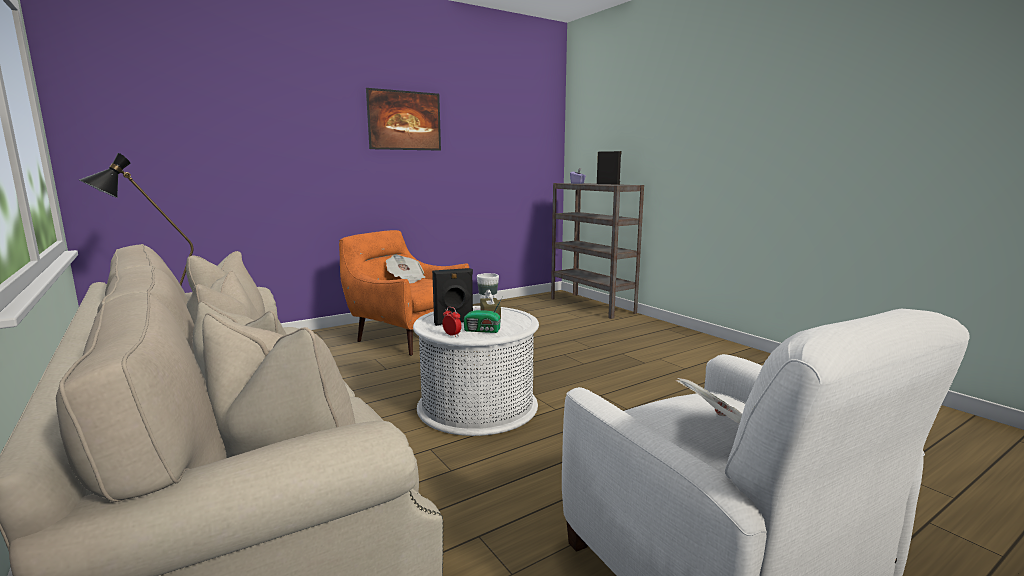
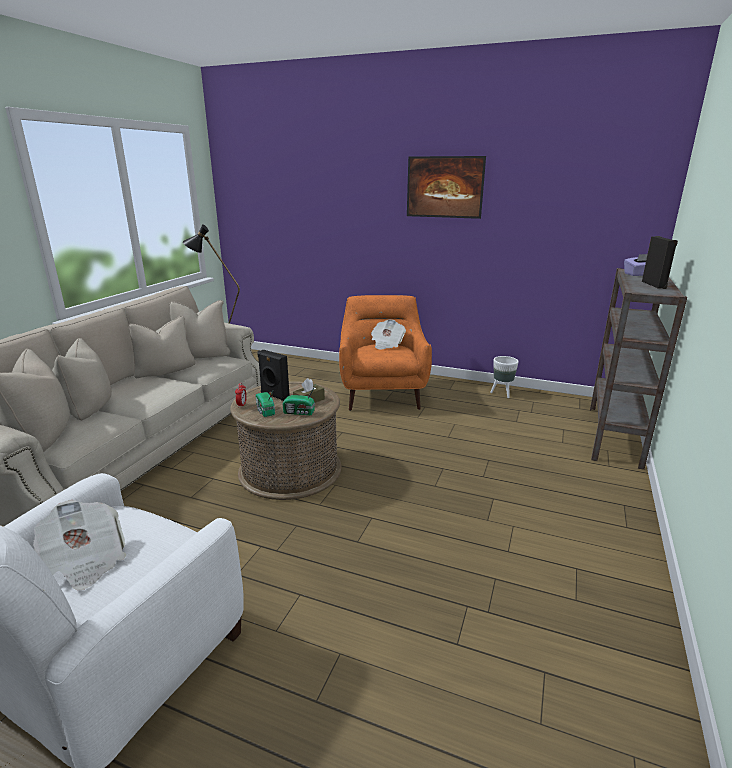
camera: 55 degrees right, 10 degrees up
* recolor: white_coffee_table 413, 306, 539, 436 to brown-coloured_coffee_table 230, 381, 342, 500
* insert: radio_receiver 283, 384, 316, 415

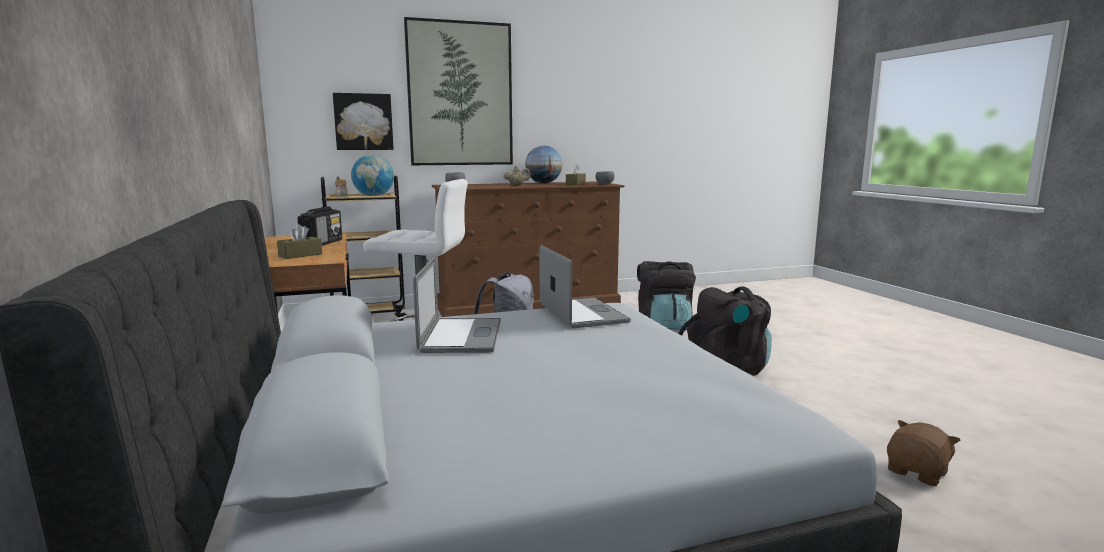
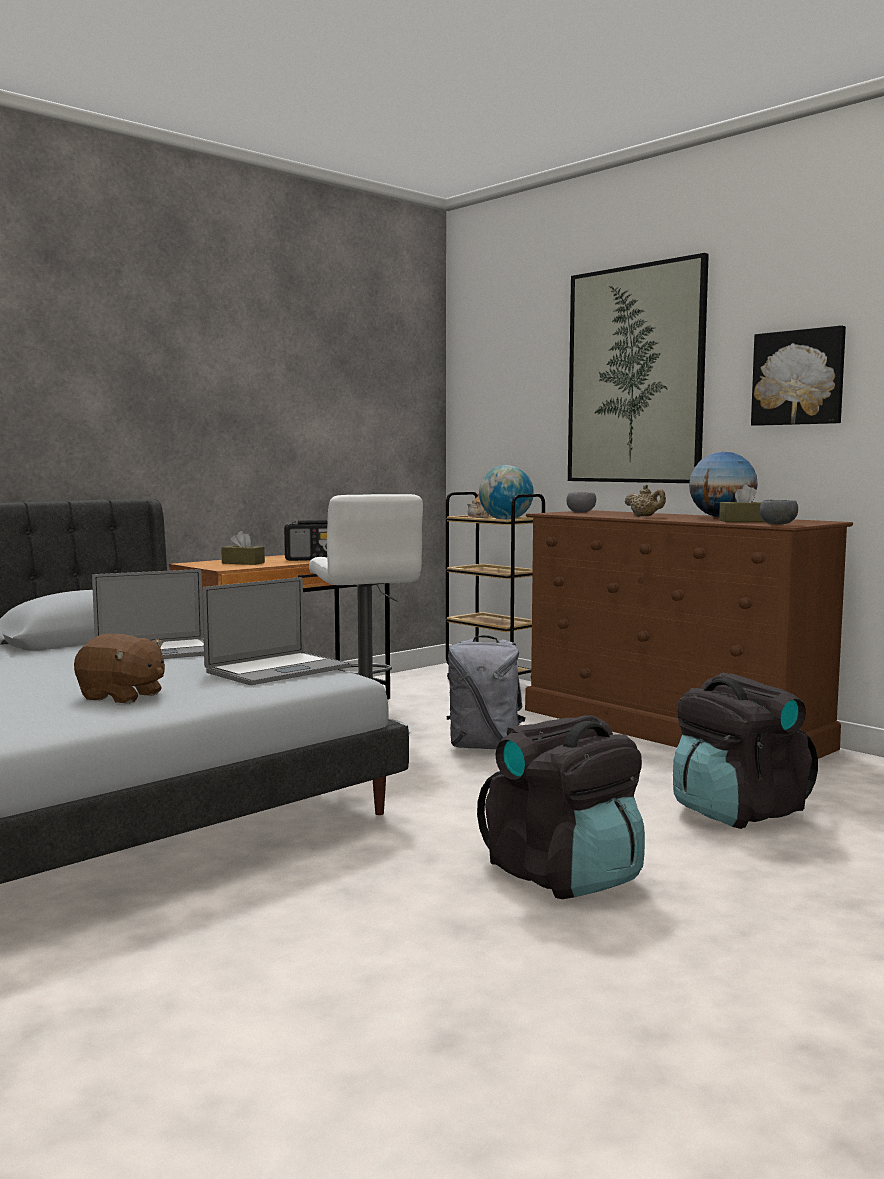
camera: 65 degrees right, 5 degrees down
* move: brown-coloured_plush_toy 887, 420, 961, 486 to 74, 634, 165, 704
* move: picture 333, 93, 394, 150 to 751, 325, 846, 426

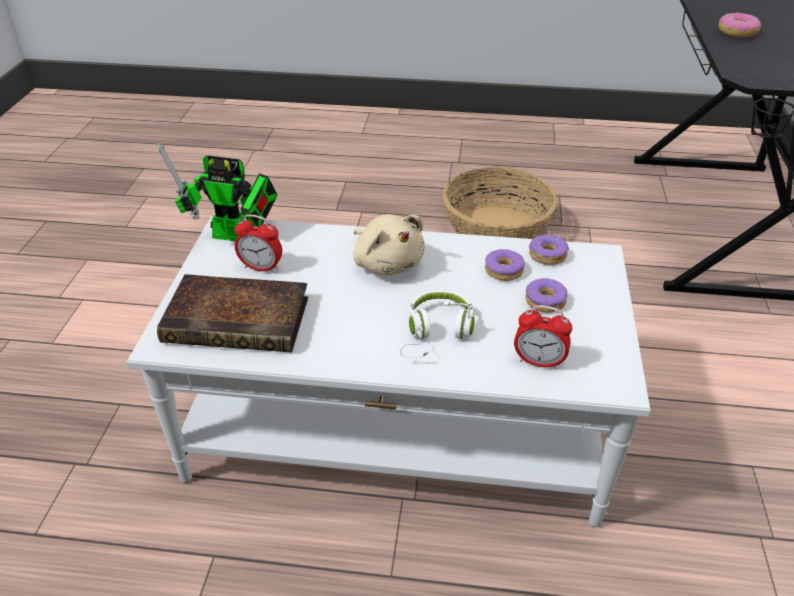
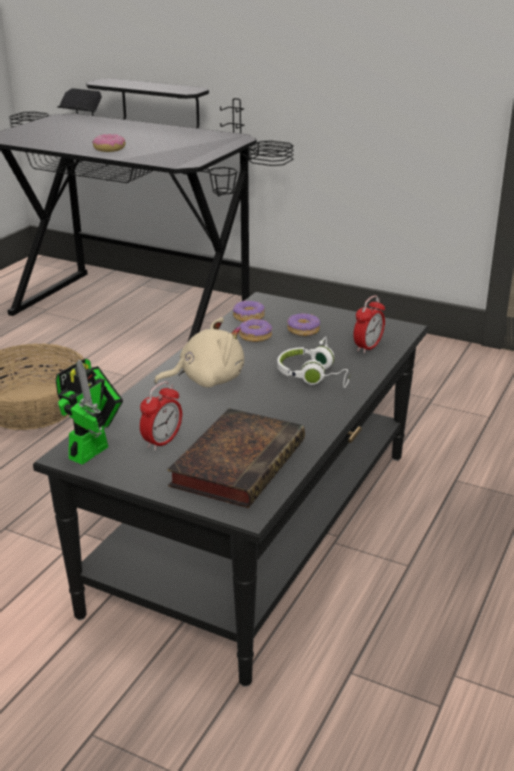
camera: 70 degrees left, 10 degrees down
* recolor: white_coffee_table 126, 216, 650, 527 to black_coffee_table 33, 292, 428, 687

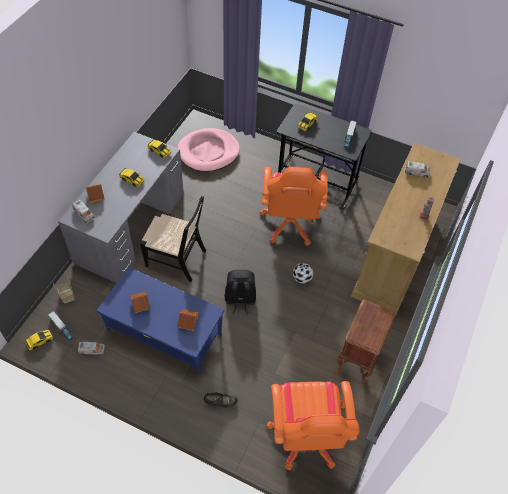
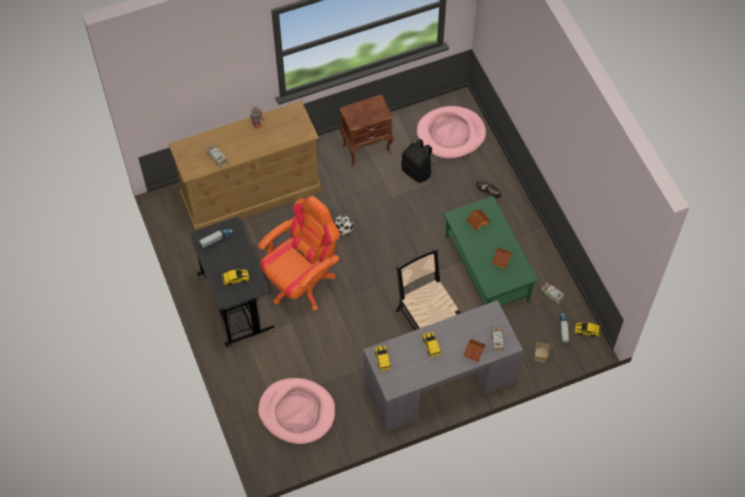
camera: 135 degrees left, 5 degrees up
* move: black_backpack 225, 270, 256, 314 to 401, 138, 434, 183
* replace: orange_office_chair 266, 381, 359, 470 to pinkish_dog_cushion 417, 106, 486, 159
* recolor: blue_coffee_table 96, 267, 225, 374 to greenish_coffee_table 443, 196, 538, 306

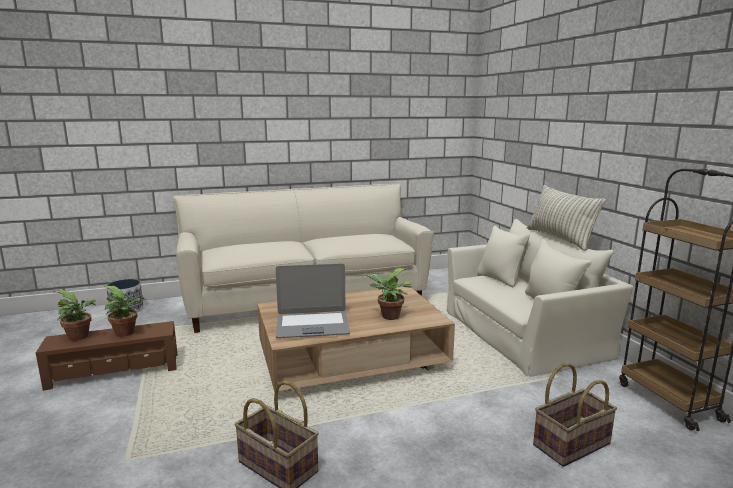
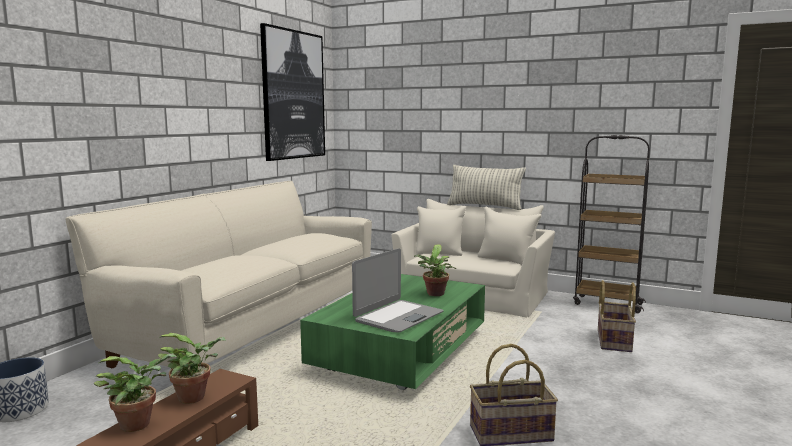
camera: 45 degrees left, 5 degrees down
* insert: picture 260, 23, 325, 161
* recolor: brown-coloured_coffee_table 257, 287, 455, 392 to greenish_coffee_table 300, 274, 485, 390

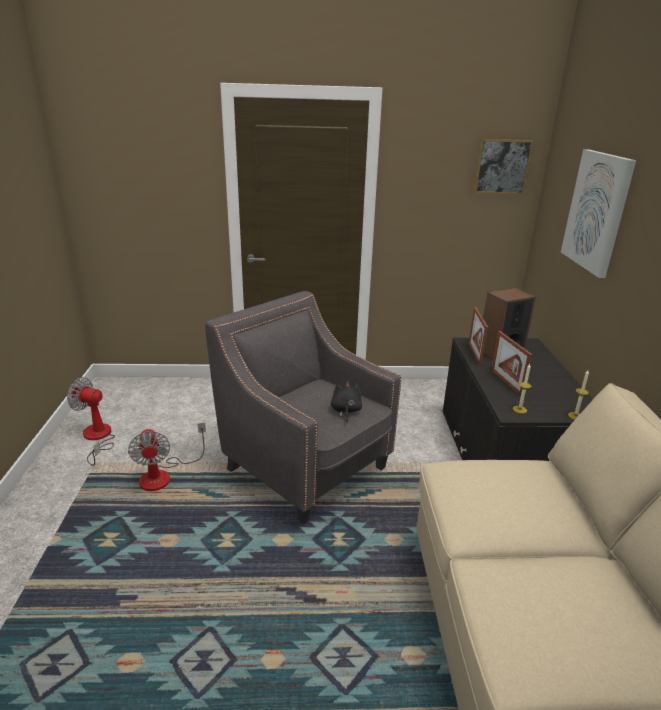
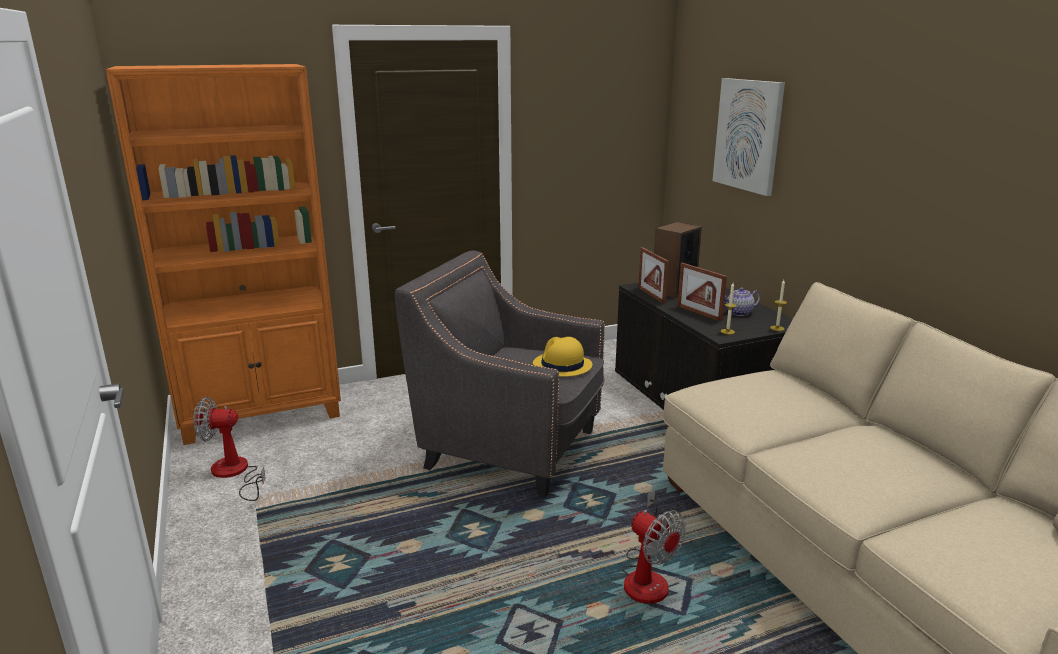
camera: 20 degrees left, 5 degrees down
* insert: orange_shelving_unit 106, 64, 341, 445
* replace: black_plush_toy 331, 381, 362, 422 to yellow-coloured_wearable_hat 533, 337, 592, 377
* move: fan 128, 423, 206, 491 to 622, 490, 686, 604
* insert: tea_pot 724, 288, 760, 316
* delete: picture 474, 139, 534, 194

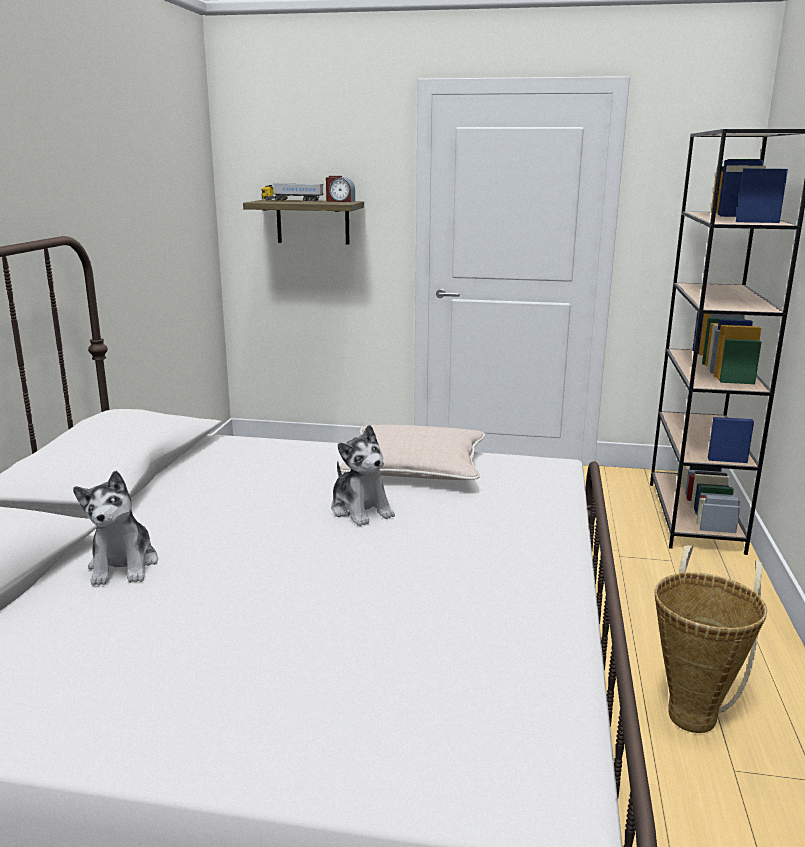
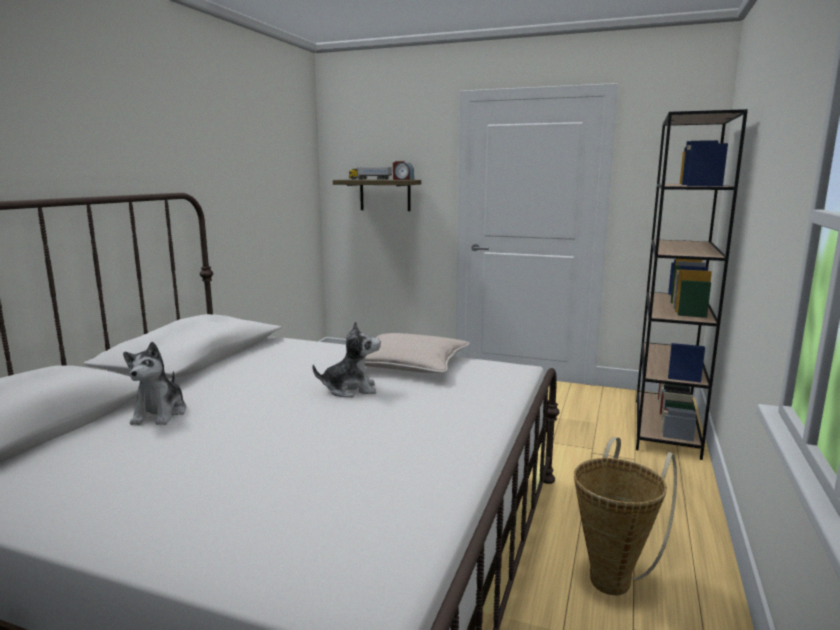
camera: 10 degrees right, 5 degrees down
* rotate: plush_toy 331, 425, 395, 526 = 312, 321, 381, 398 75 degrees counterclockwise

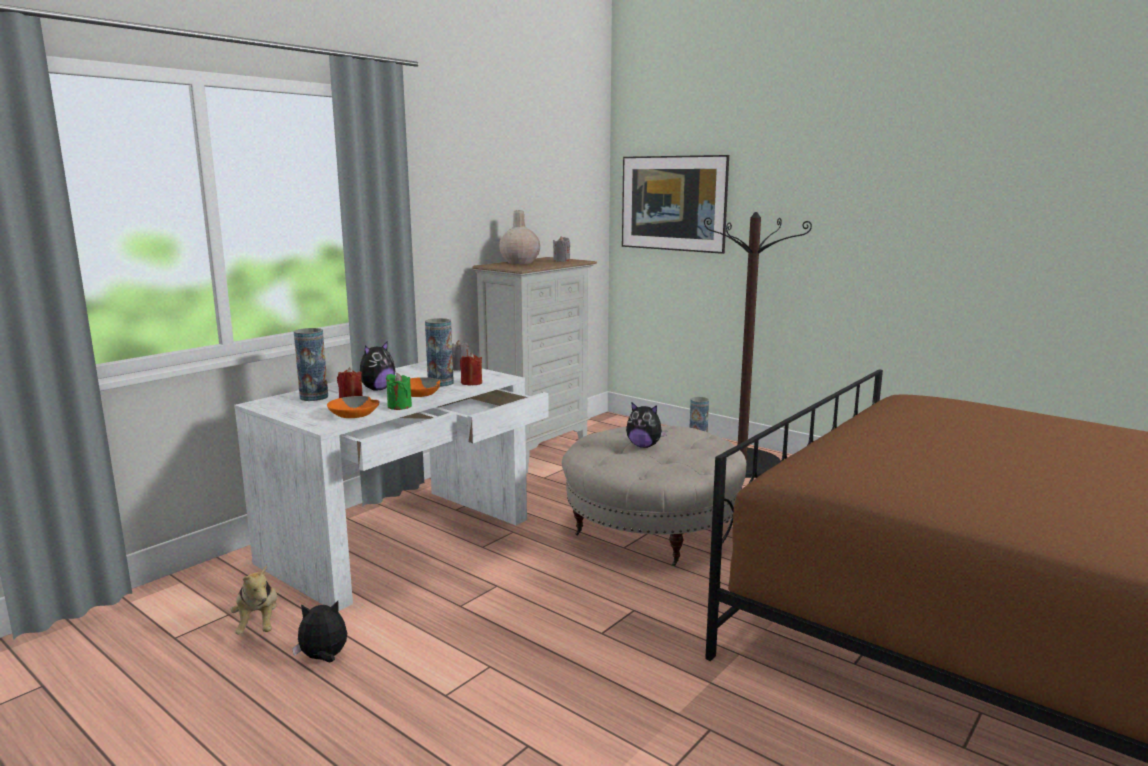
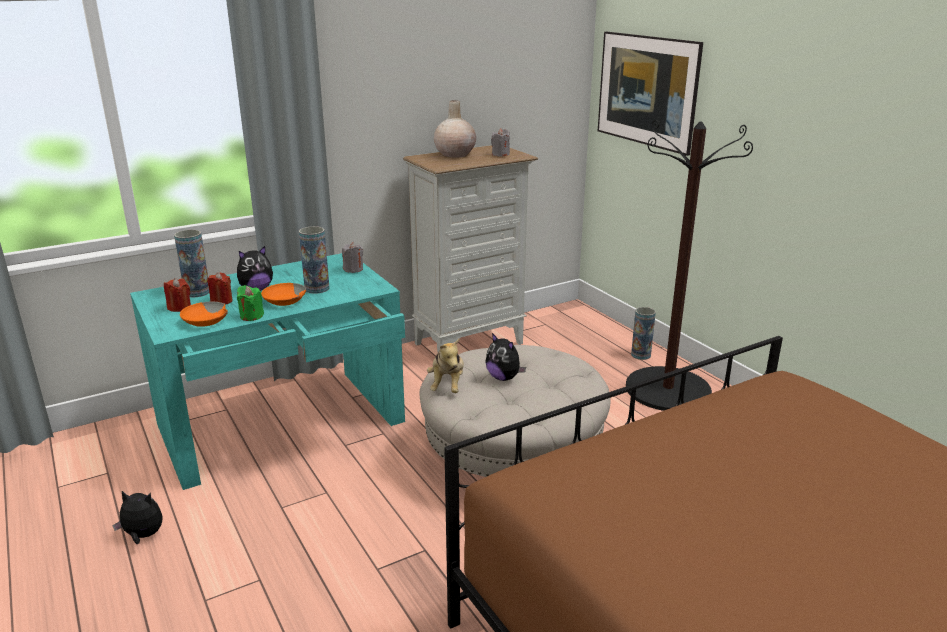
camera: 20 degrees right, 10 degrees up
* recolor: white_desk_unit 234, 361, 549, 611 to turquoise-coloured_desk_unit 130, 253, 405, 490
* move: reddish_wax_candle 460, 352, 482, 385 to 164, 278, 191, 312
* move: plush_toy 231, 565, 277, 635 to 427, 339, 464, 393

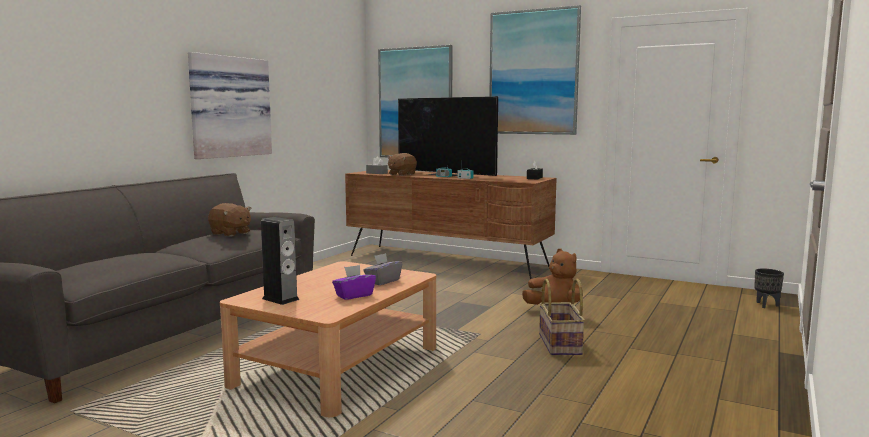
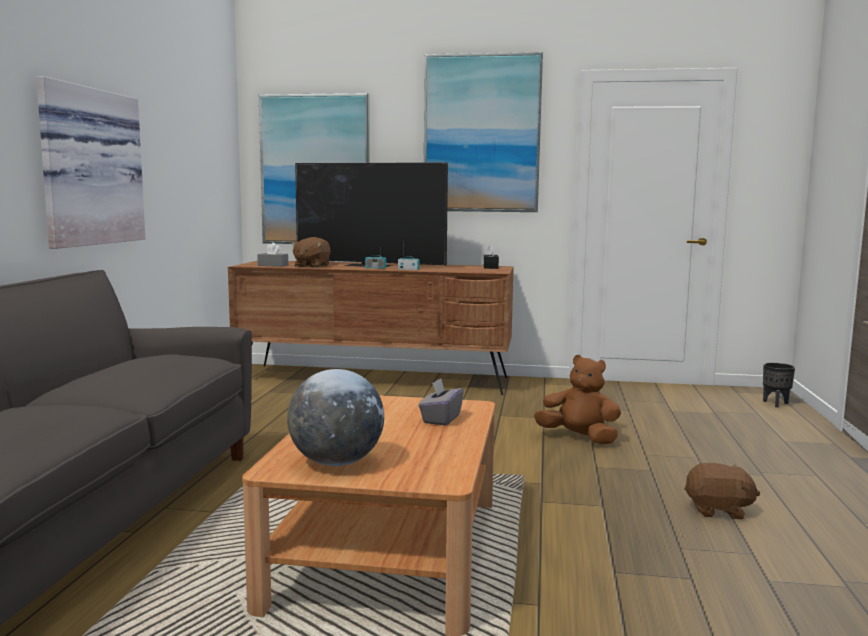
camera: 20 degrees left, 0 degrees up
* replace: audio_speaker 261, 217, 300, 305 to world_globe 287, 369, 384, 466
* move: brown-coloured_plush_toy 208, 203, 251, 237 to 684, 463, 760, 520
* delete: purple_box_of_tissues 332, 265, 376, 300
* delete: household_basket 539, 278, 585, 355

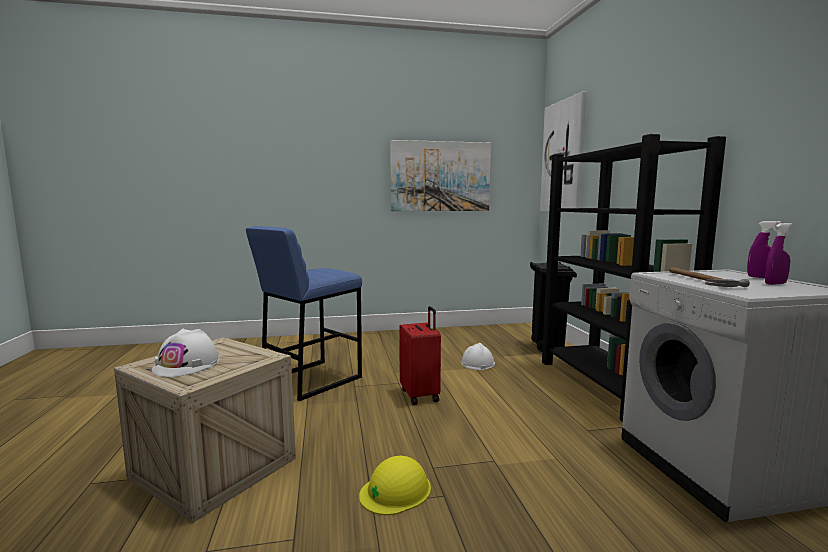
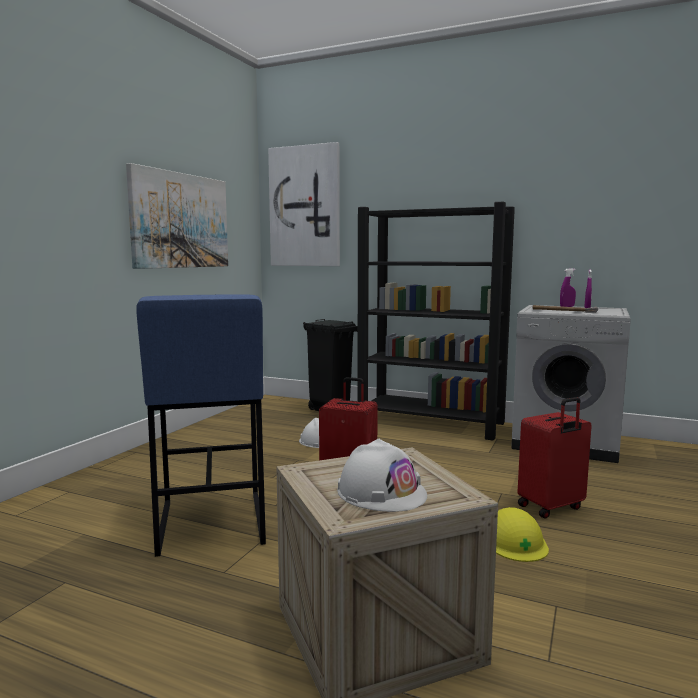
camera: 55 degrees left, 0 degrees up
* insert: reddish_travel_case 517, 397, 592, 519

